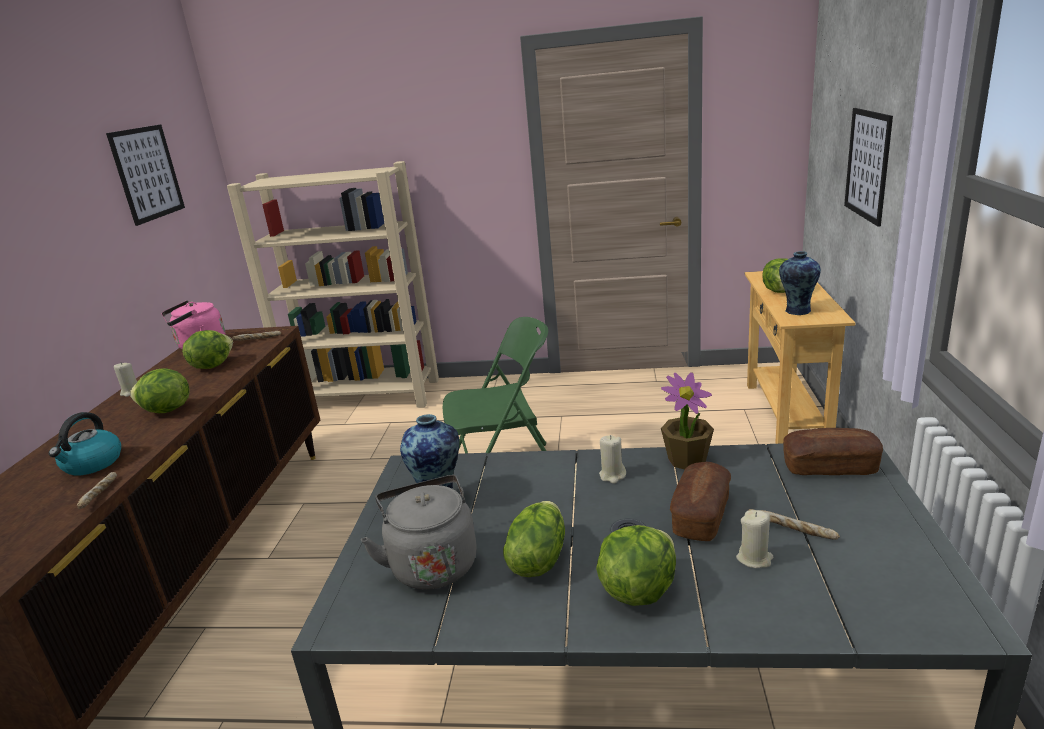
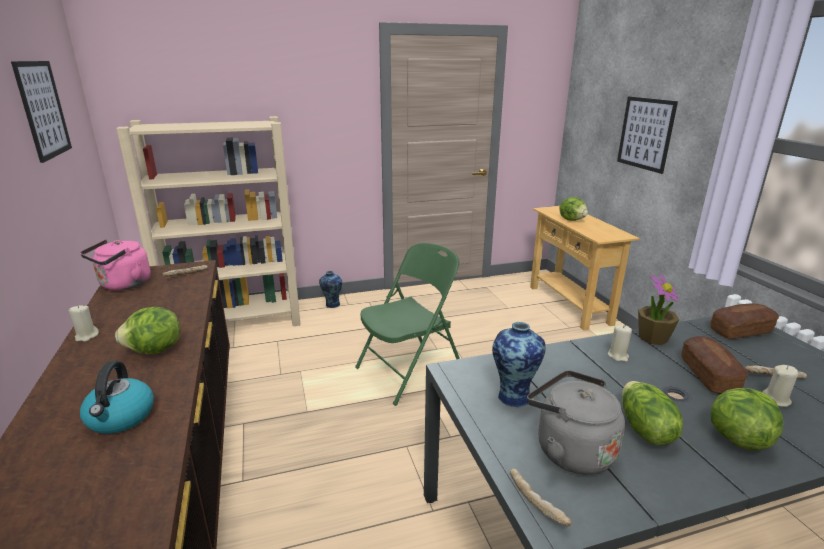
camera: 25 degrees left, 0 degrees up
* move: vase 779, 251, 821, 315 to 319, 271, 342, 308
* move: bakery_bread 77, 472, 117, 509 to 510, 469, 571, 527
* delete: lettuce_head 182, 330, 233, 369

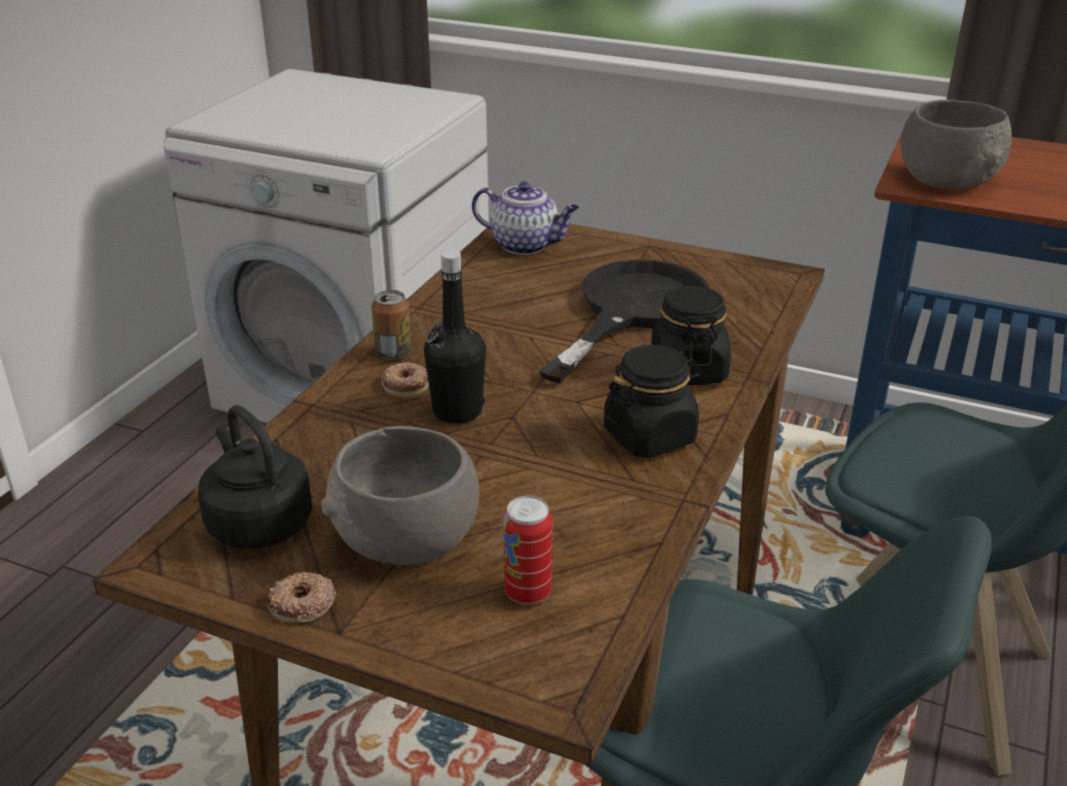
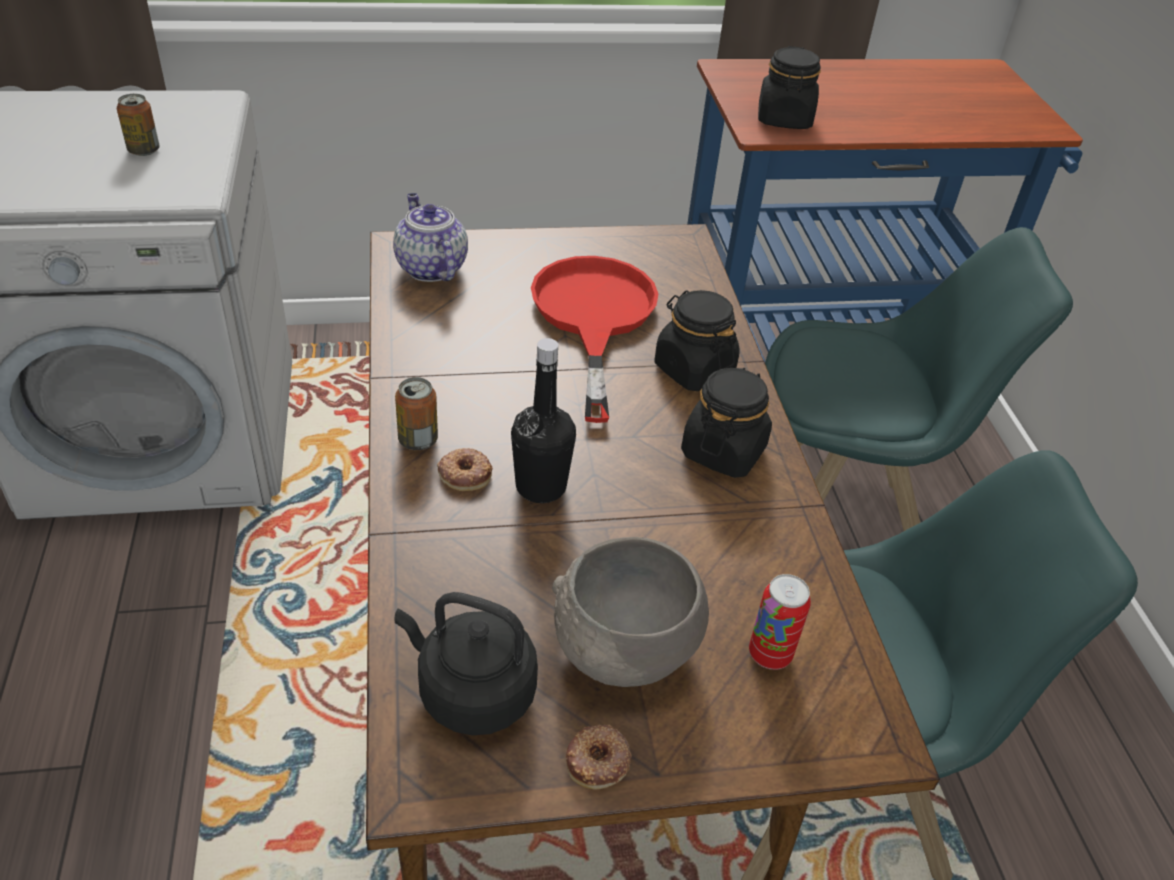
camera: 35 degrees left, 10 degrees up
* insert: sealed_can 117, 94, 160, 156
* rotate: tea_pot 472, 182, 579, 255 = 393, 193, 468, 282 105 degrees counterclockwise
* recolor: black_pan 539, 259, 710, 383 to reddish_pan 531, 256, 658, 423
* replace: greyish_serving_bowl 901, 100, 1012, 189 to black_jar 758, 46, 821, 129

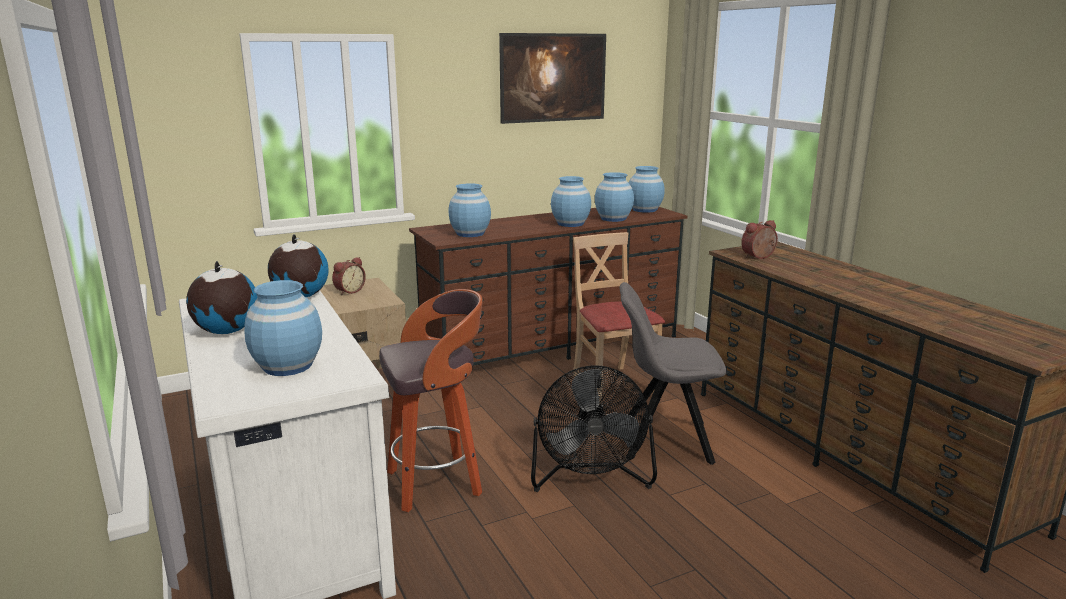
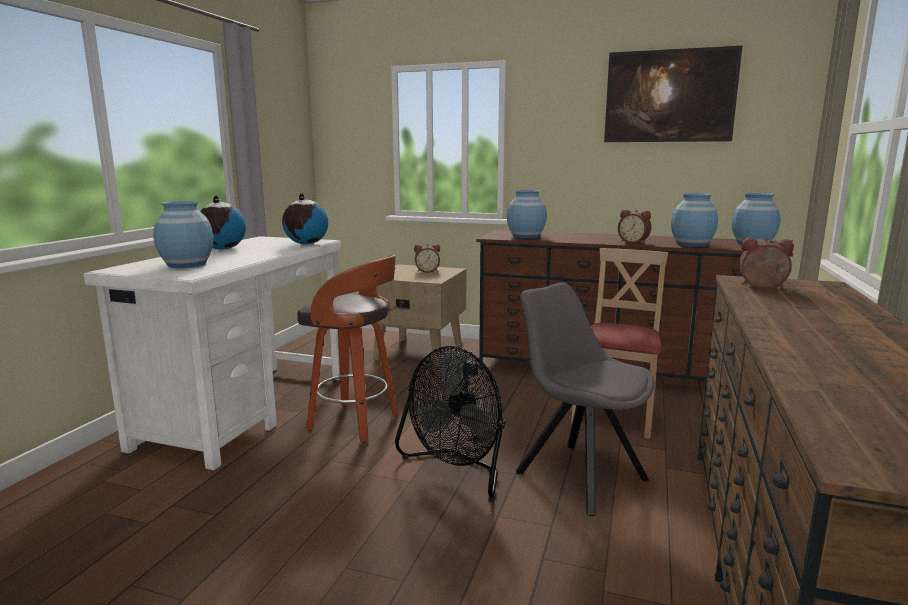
camera: 45 degrees right, 5 degrees down
* replace: blue_vase 551, 176, 591, 227 to bedside_clock 618, 209, 651, 244

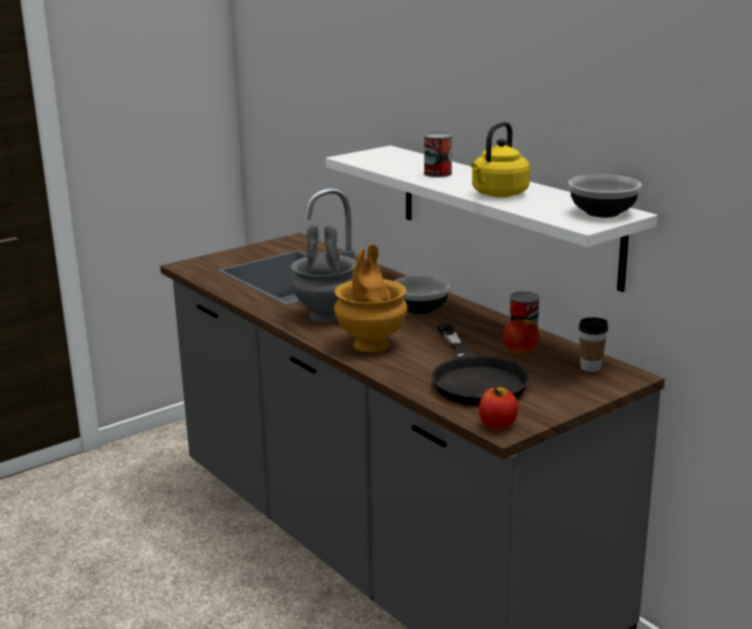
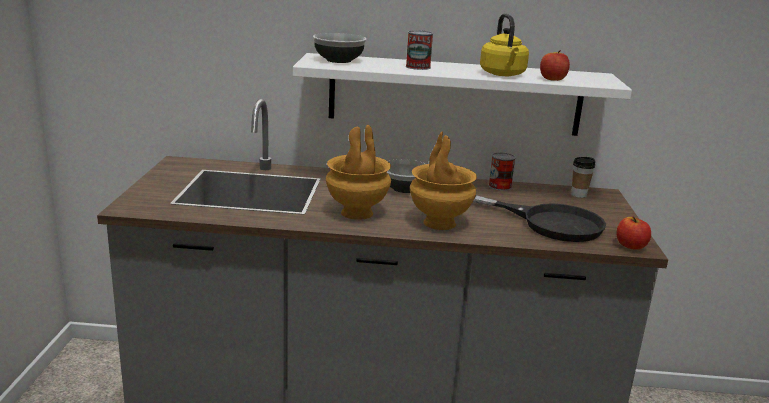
camera: 50 degrees left, 0 degrees up
* move: serving_bowl 568, 174, 642, 218 to 313, 33, 367, 63
* recolor: greyish_vase 291, 225, 357, 322 to brown-coloured_vase 326, 125, 391, 220
* move: apple 503, 319, 539, 353 to 540, 50, 570, 81

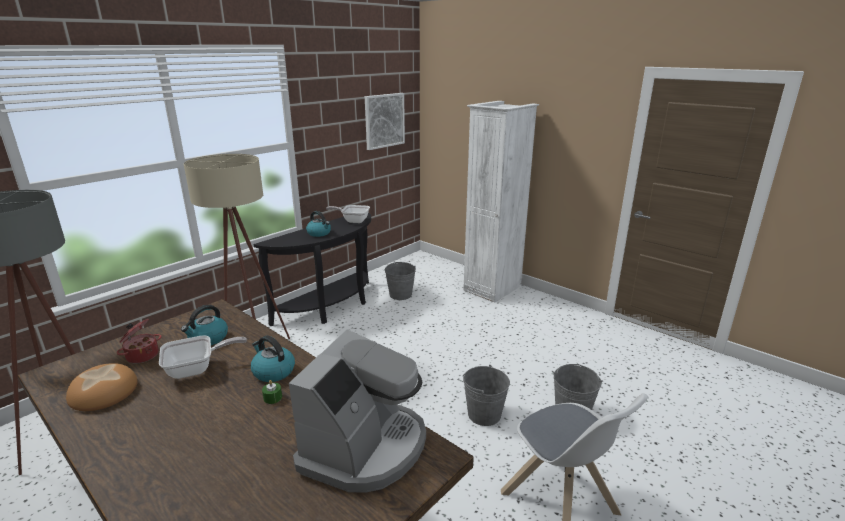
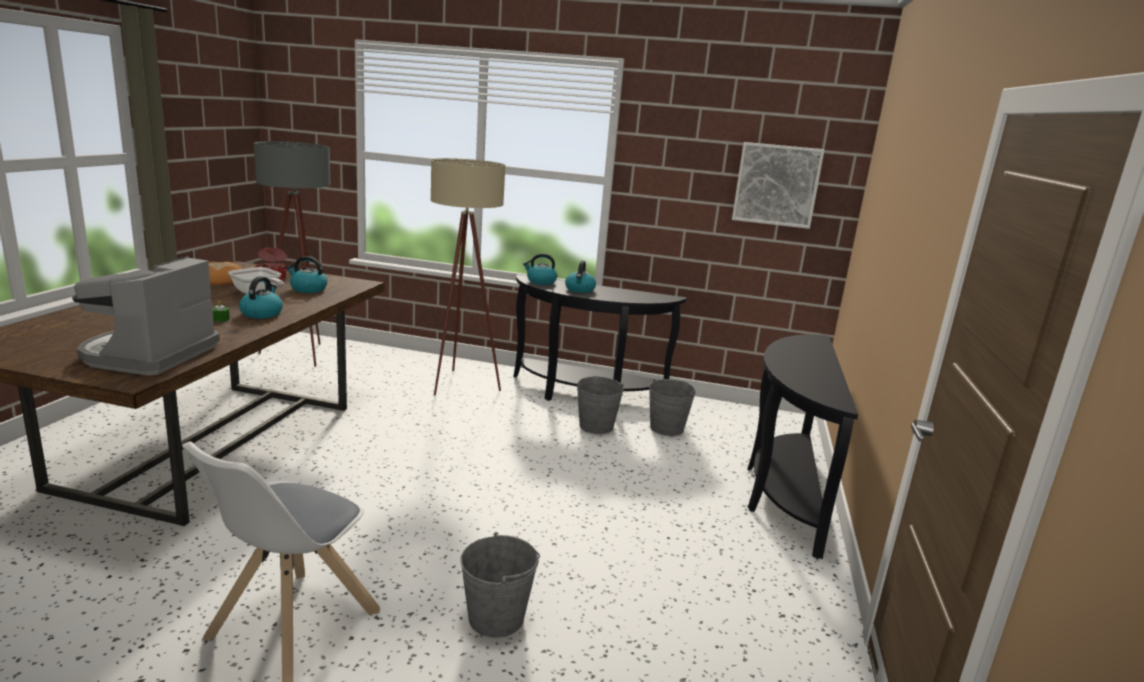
camera: 60 degrees right, 5 degrees down
* rotate: coffee_brewer 289, 329, 426, 493 = 72, 256, 220, 376 105 degrees clockwise
* insert: water_kettle 523, 253, 557, 285
* move: greyish_pail 463, 365, 510, 426 to 577, 376, 624, 434
* replace: white_storage_cabinet 463, 101, 539, 303 to black_narrow_table 747, 334, 858, 559
* delete: pan 326, 205, 370, 223

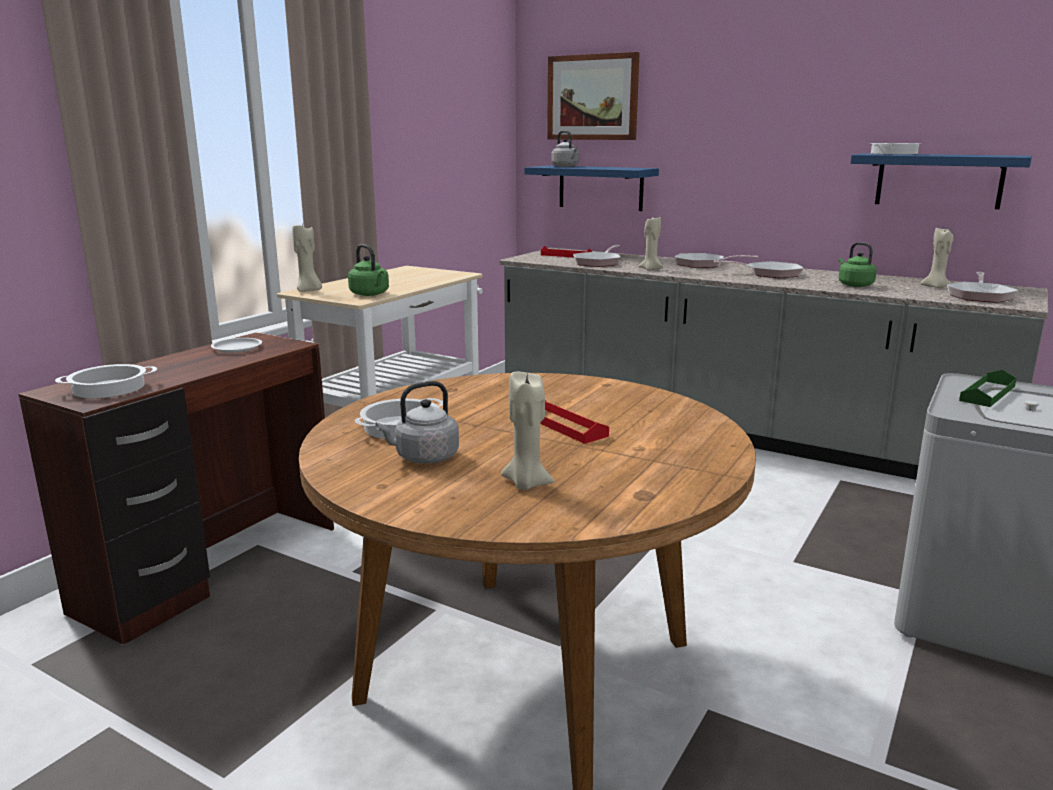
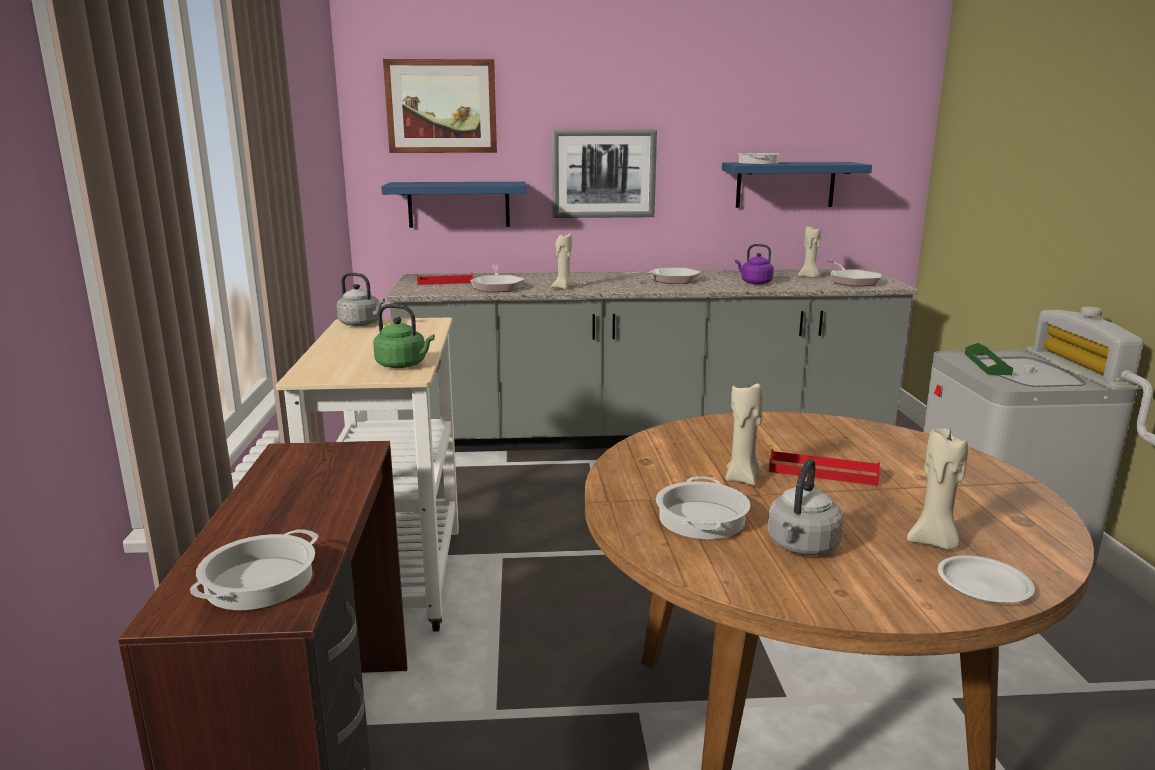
camera: 35 degrees left, 0 degrees up
* move: greyish_water_kettle 551, 130, 579, 167 to 337, 272, 385, 326
* insert: picture 552, 130, 657, 218
* move: beige_wax_candle 292, 223, 322, 292 to 726, 379, 764, 485
* recolor: greenish_water_kettle 839, 242, 877, 287 to purple_water_kettle 735, 244, 774, 284
* move: white_plate 211, 338, 262, 353 to 938, 555, 1035, 603
* delete: pan 674, 253, 758, 268

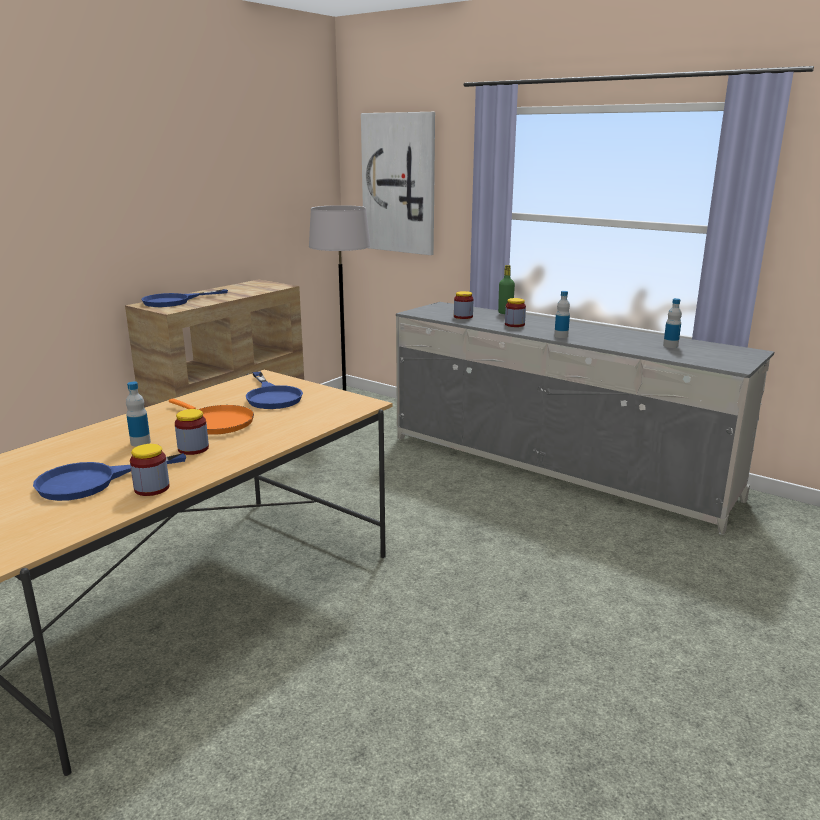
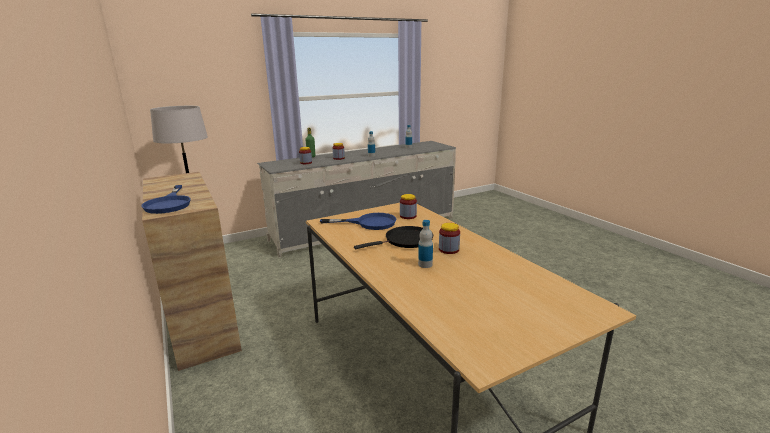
camera: 65 degrees left, 0 degrees up
* recolor: orange_pan 169, 399, 254, 435 to black_pan 354, 226, 433, 249
* move: jar 130, 444, 170, 496 to 400, 194, 417, 219
* delete: blue_pan 33, 453, 186, 501
* delete: picture 361, 112, 435, 255

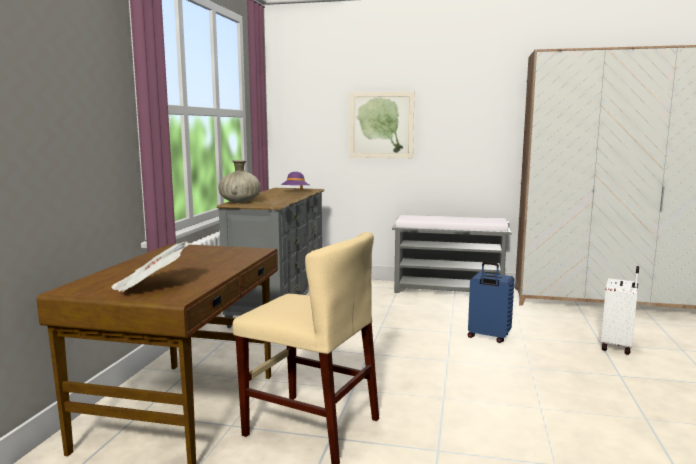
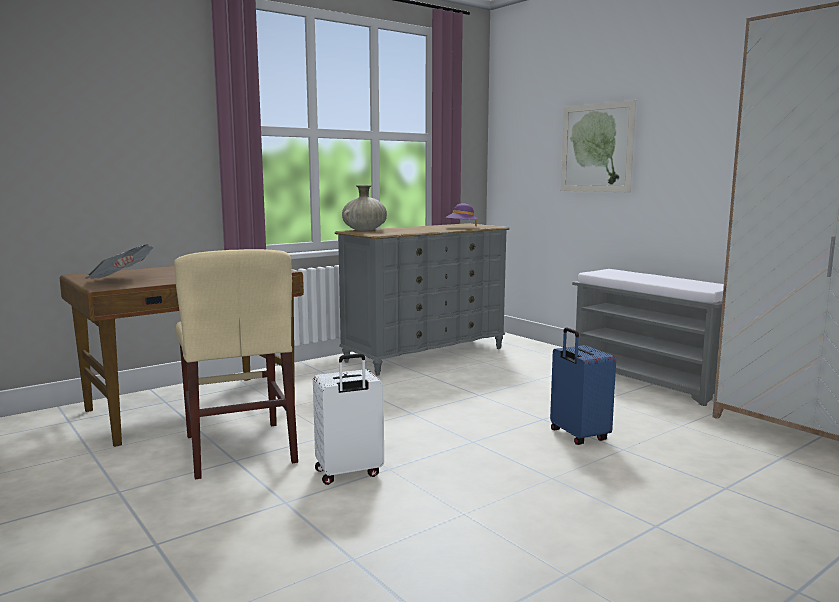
camera: 40 degrees right, 0 degrees up
* move: white_travel_case 601, 266, 639, 355 to 313, 353, 384, 485

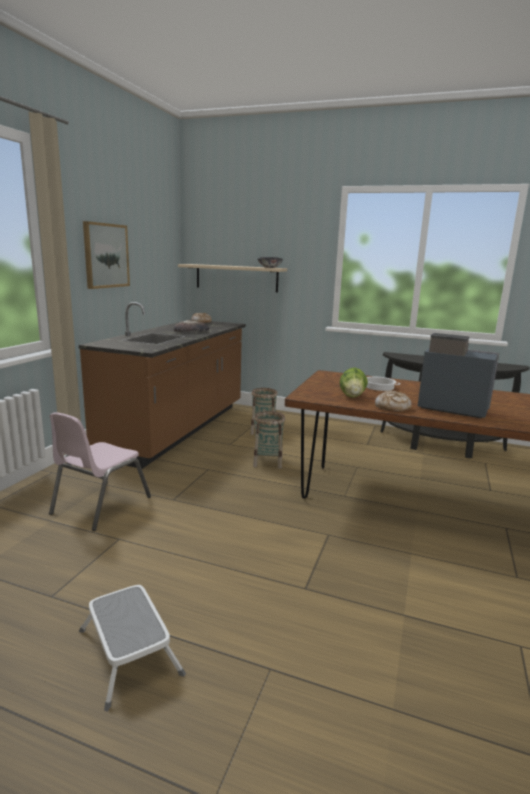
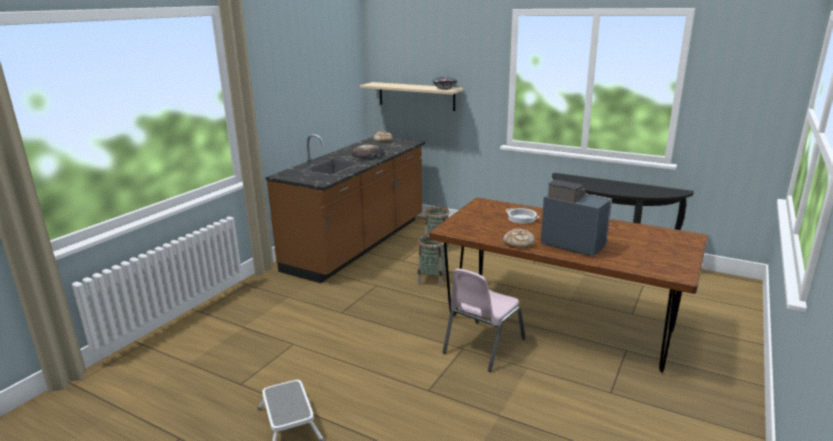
camera: 10 degrees right, 5 degrees up
* move: pinkish_plain_chair 49, 412, 151, 531 to 443, 269, 525, 372
* delete: picture 83, 221, 130, 289
* delete: lettuce_head 340, 367, 368, 398

